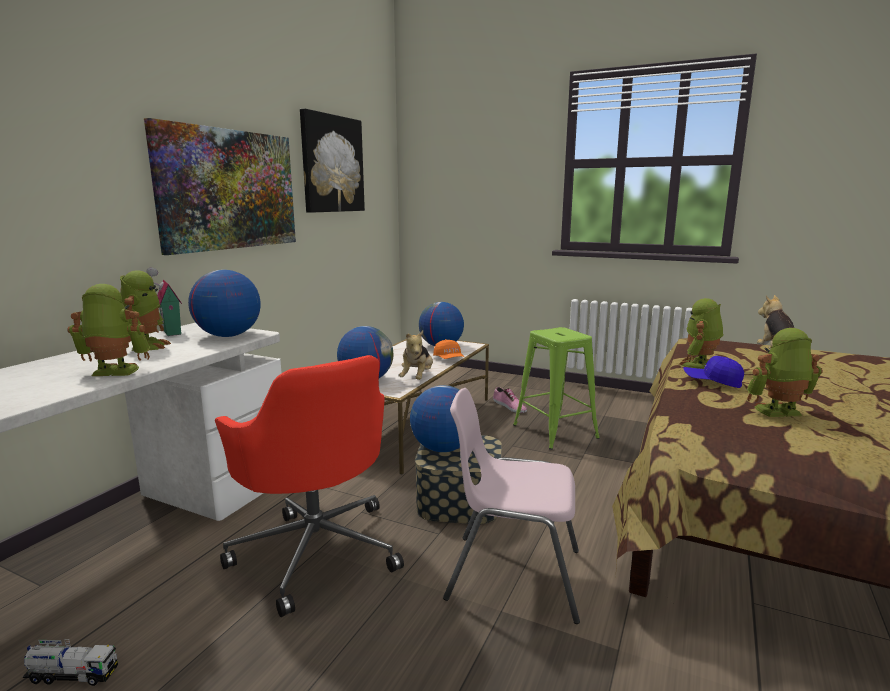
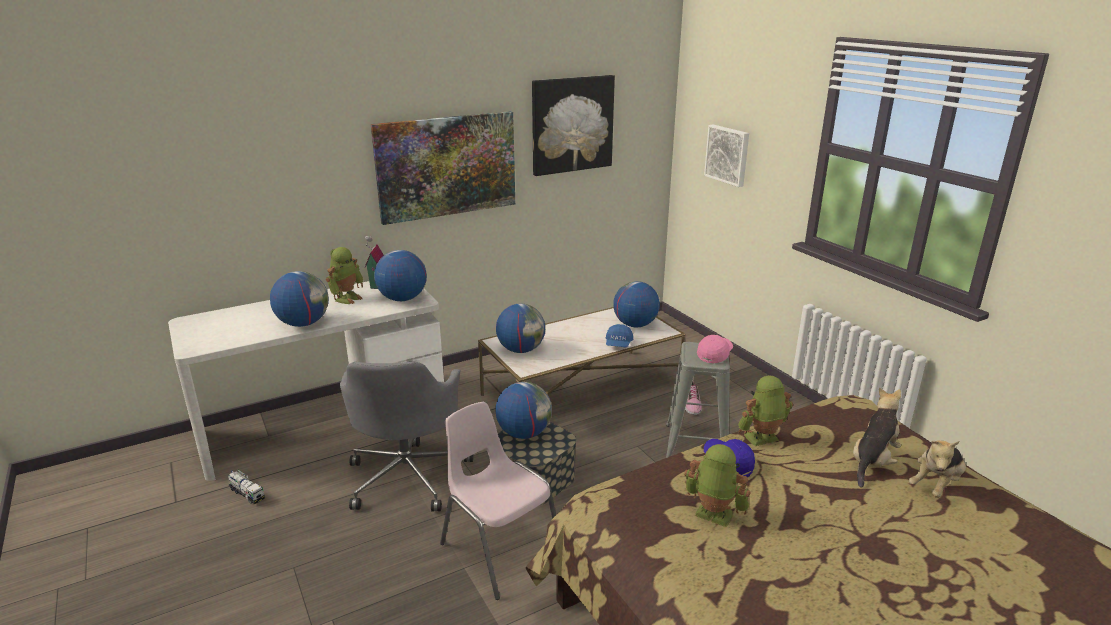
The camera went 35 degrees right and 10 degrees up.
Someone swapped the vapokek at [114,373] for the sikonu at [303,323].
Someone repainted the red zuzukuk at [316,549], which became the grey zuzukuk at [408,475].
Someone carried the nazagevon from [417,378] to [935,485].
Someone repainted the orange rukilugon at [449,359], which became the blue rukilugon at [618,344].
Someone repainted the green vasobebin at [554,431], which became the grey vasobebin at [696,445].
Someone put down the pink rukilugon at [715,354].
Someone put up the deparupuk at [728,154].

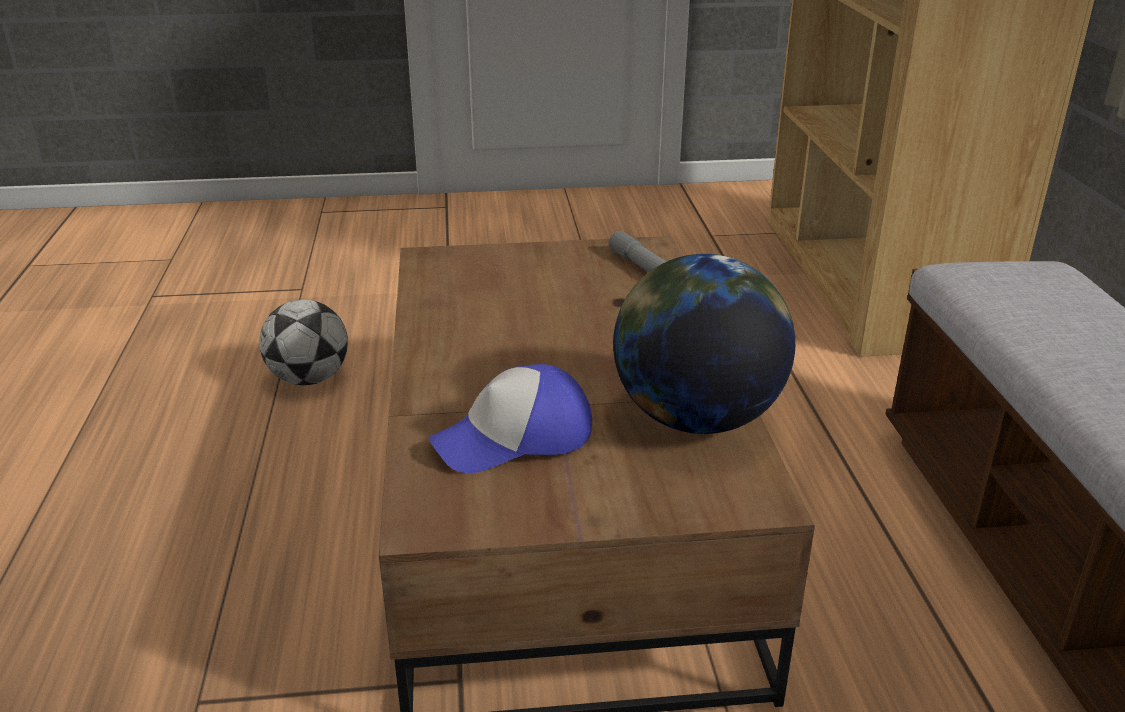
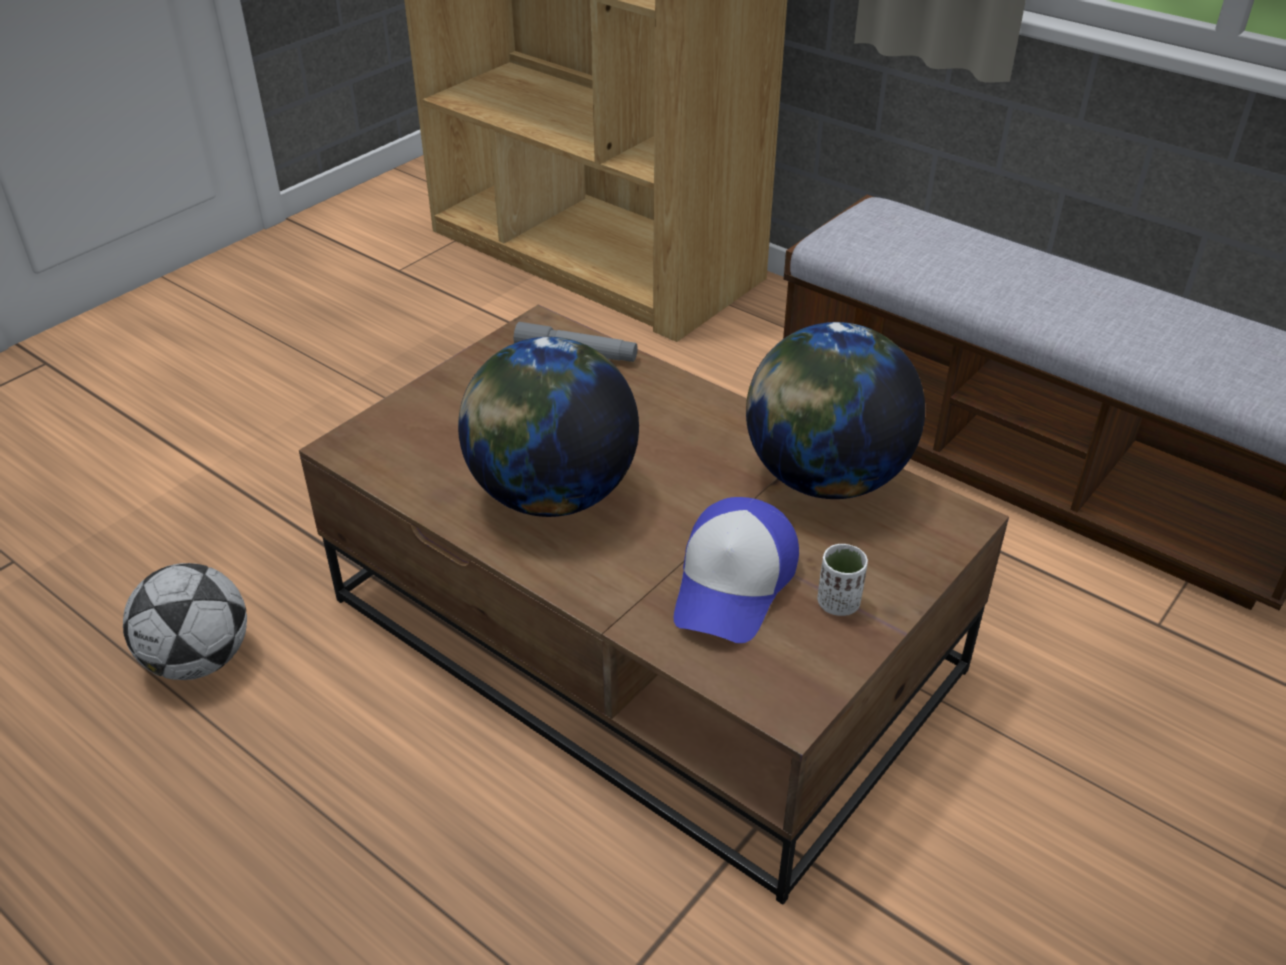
The camera went 45 degrees left and 10 degrees up.
Someone put down the sikonu at [551,495].
Someone put down the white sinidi at [838,603].

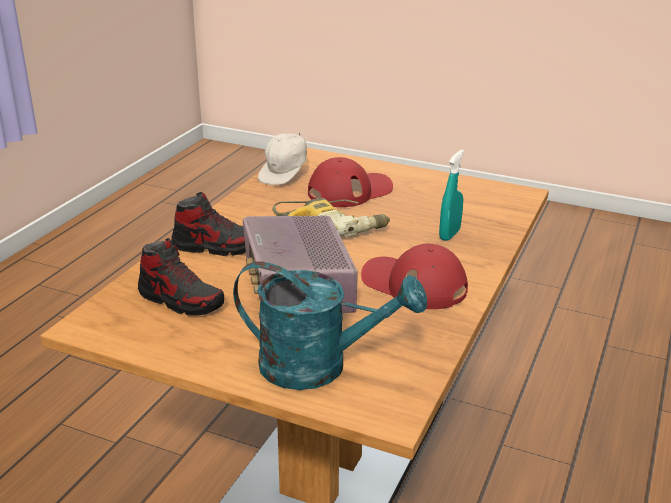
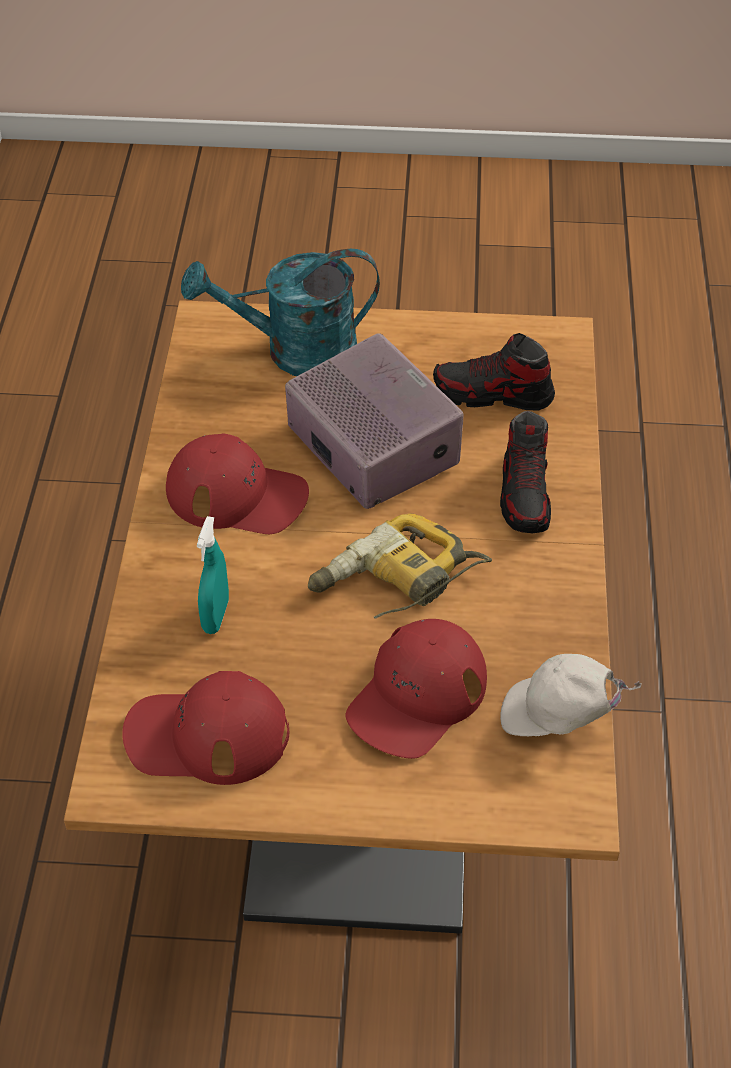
The camera went 160 degrees right and 20 degrees up.
Someone rotated the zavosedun at [217,246] by 75 degrees counterclockwise.
Someone rotated the white rukilugon at [285,174] by 90 degrees counterclockwise.
Someone put down the red rukilugon at [206,735].

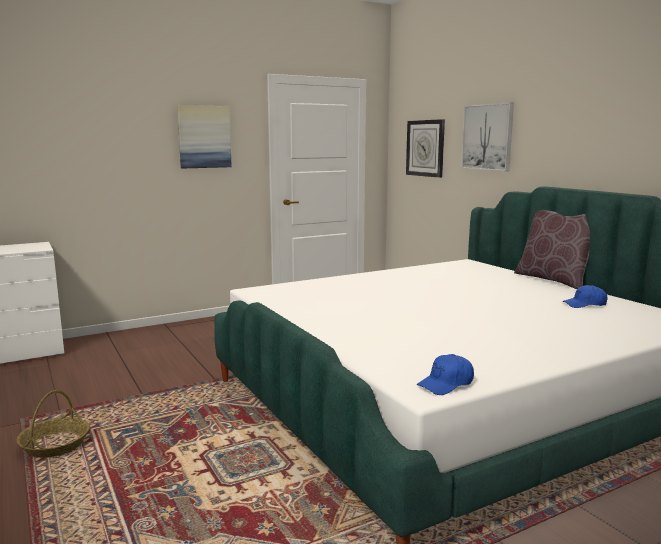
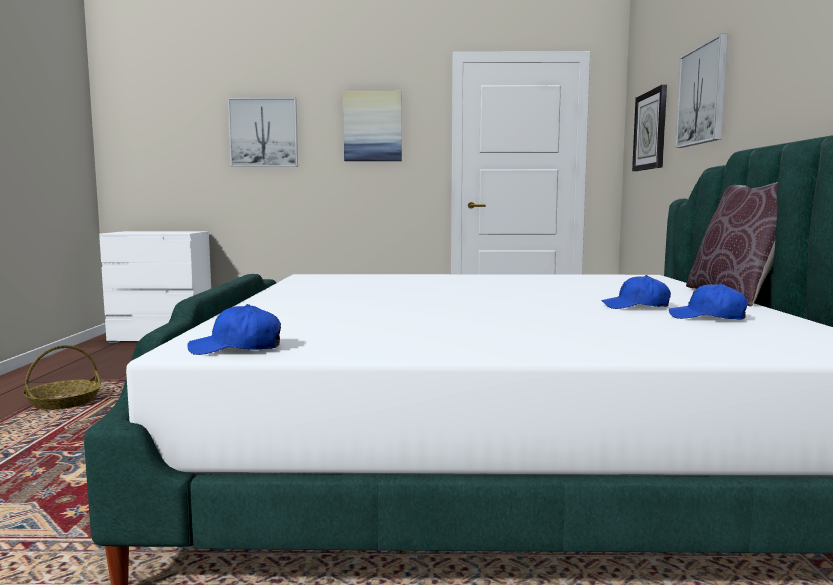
The camera went 30 degrees right and 5 degrees down.
Someone put up the deparupuk at [263,132].
Someone put down the blue rukilugon at [636,306].

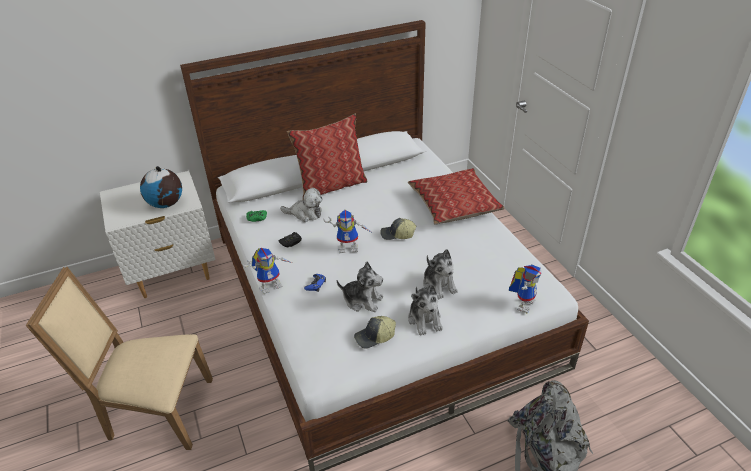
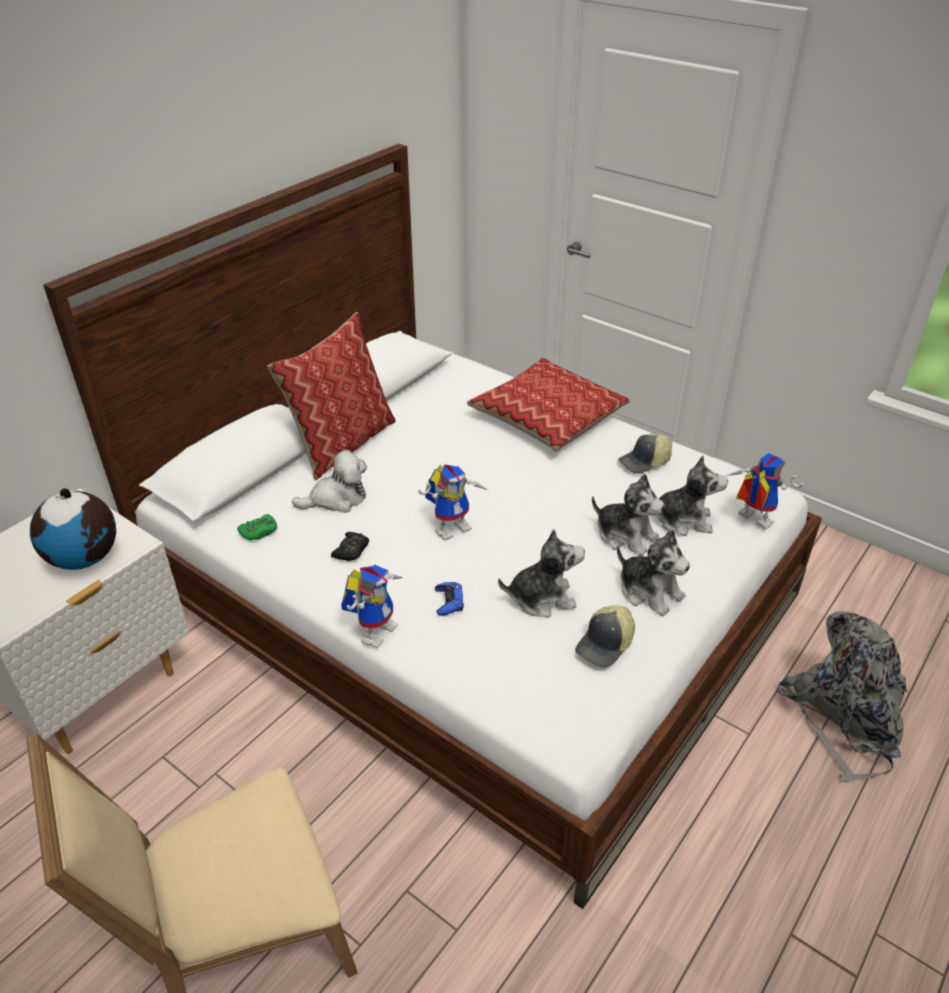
The camera went 30 degrees left and 0 degrees up.
Someone carried the rukilugon from [397,234] to [645,462].
Someone rotated the vapokek at [523,302] by 45 degrees counterclockwise.
Someone put down the nazagevon at [682,520].

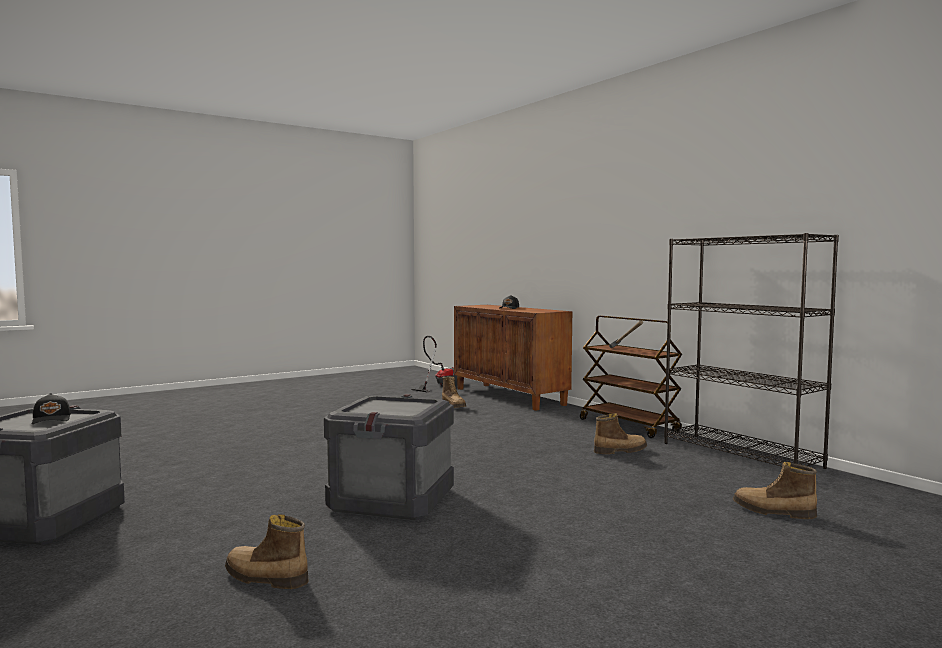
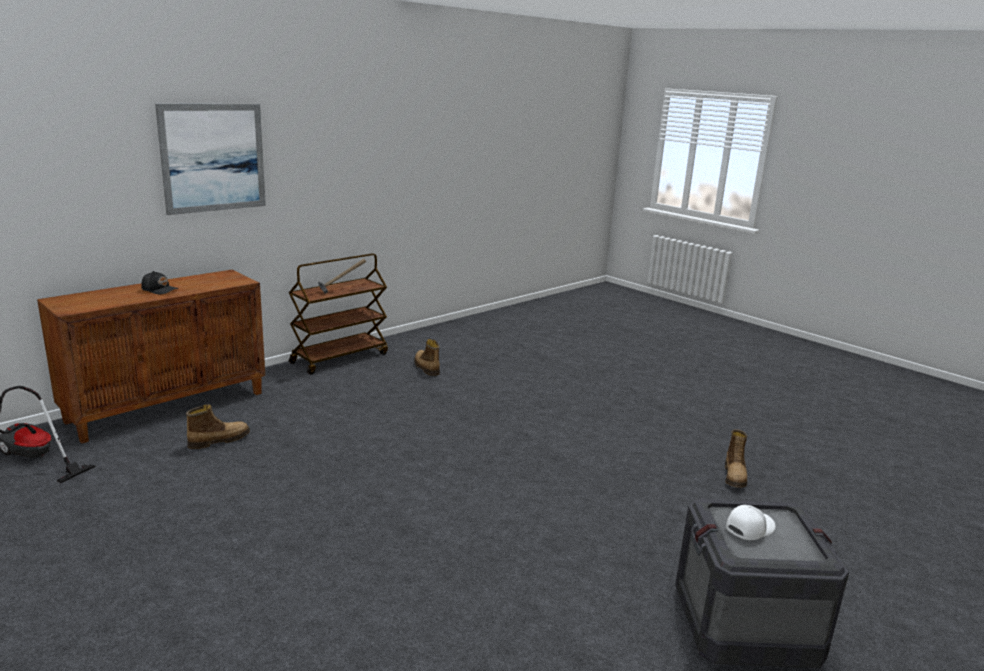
The camera went 100 degrees left and 15 degrees up.
Someone repainted the black rukilugon at [52,419], which became the white rukilugon at [749,528].
Someone took away the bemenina at [393,500].
Someone took away the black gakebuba at [741,455].
Someone took away the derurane at [773,512].
Someone put up the deparupuk at [213,158].

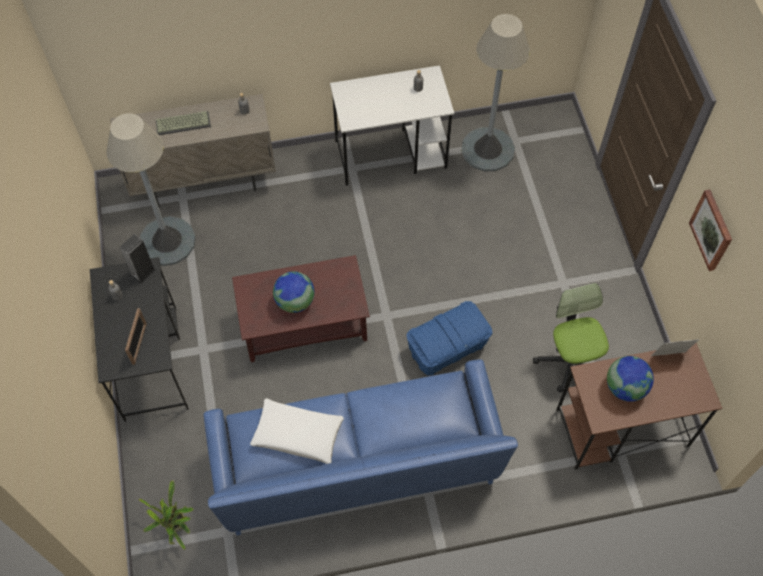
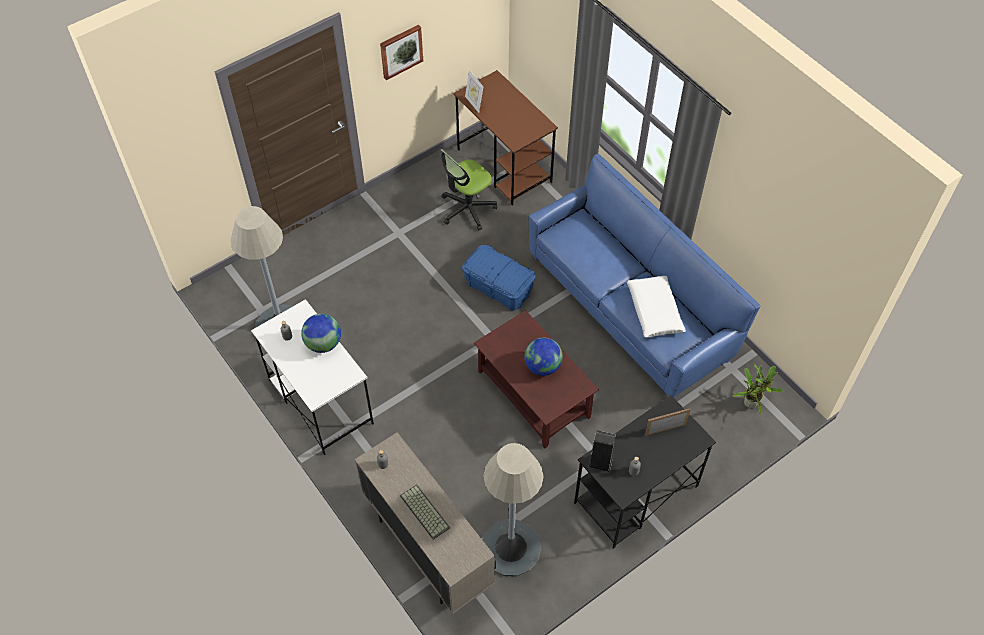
The camera went 115 degrees left and 5 degrees down.
Someone carried the sikonu from [625,387] to [323,343].

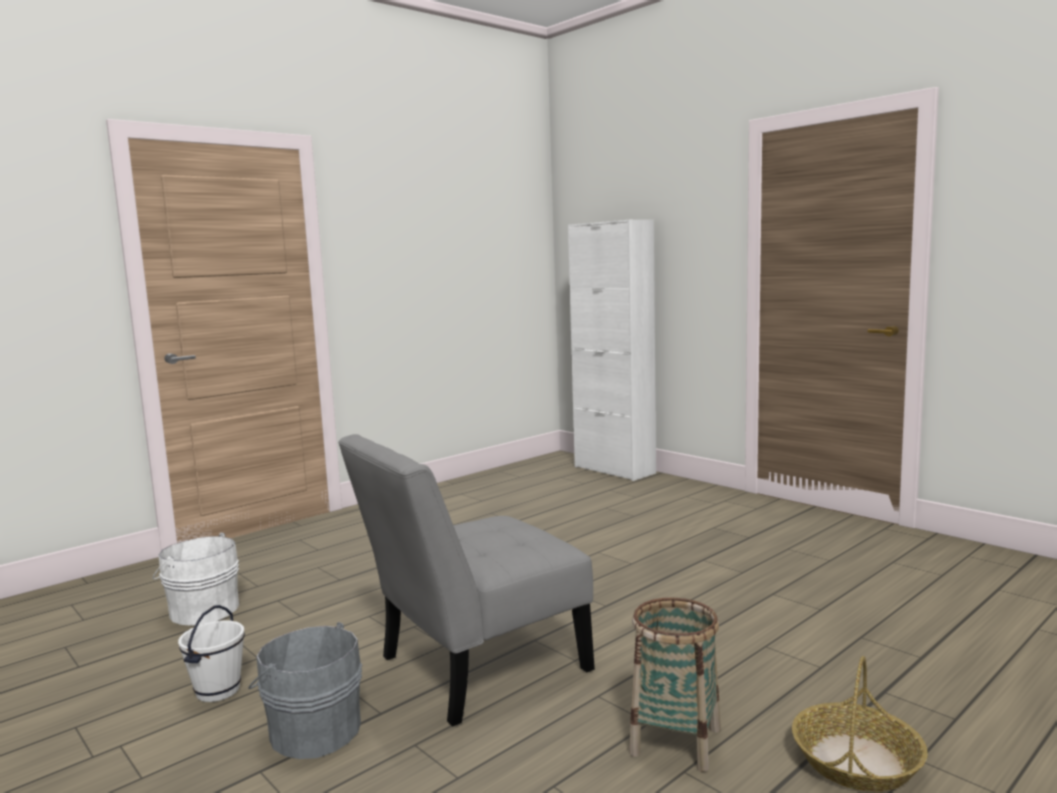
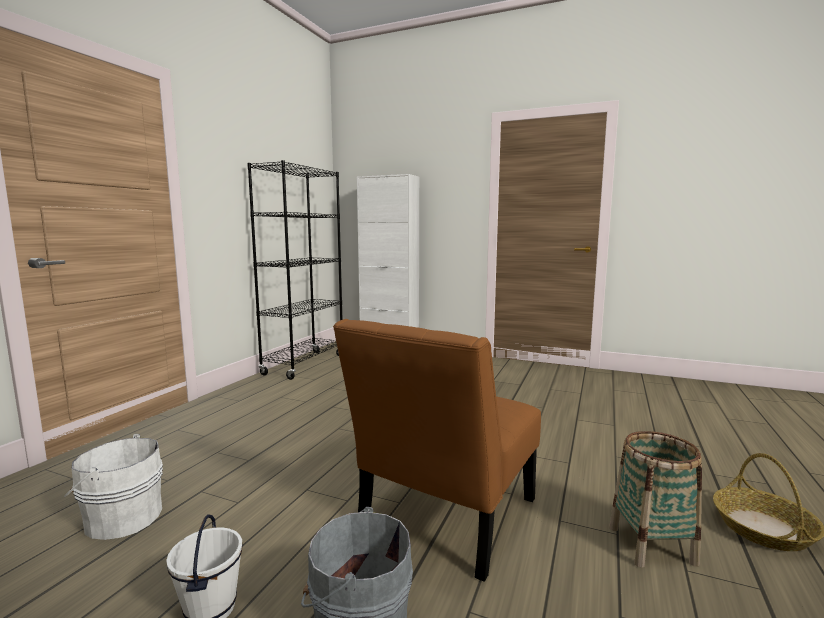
The camera went 25 degrees left and 0 degrees up.
Someone repainted the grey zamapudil at [473,668], which became the brown zamapudil at [444,519].
Someone put down the black gakebuba at [304,365].

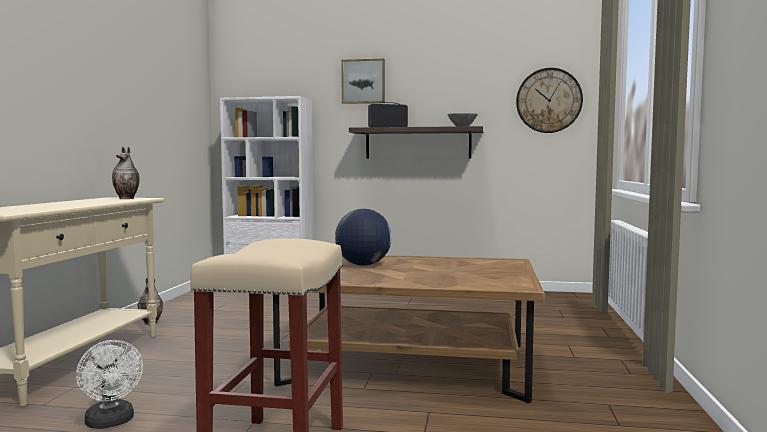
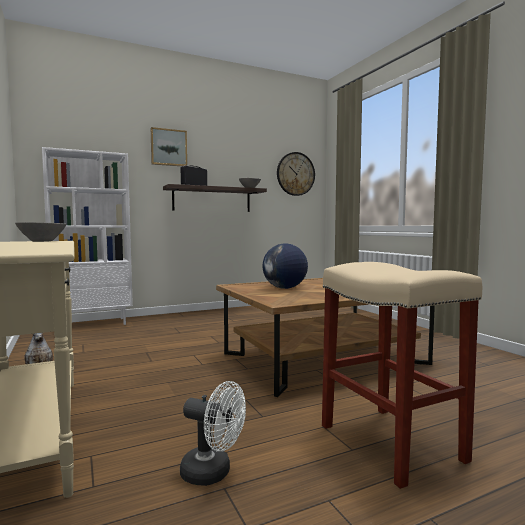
The camera went 35 degrees left and 0 degrees up.
Someone swapped the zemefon at [127,198] for the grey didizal at [43,241].

